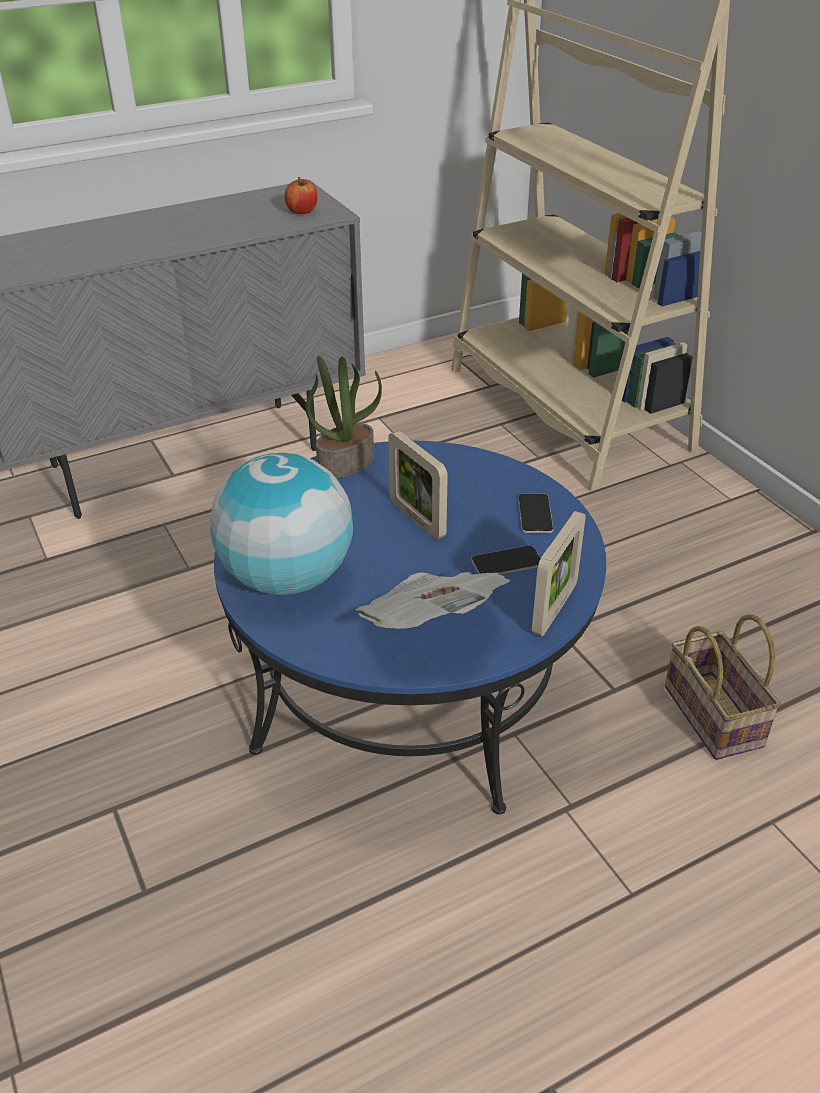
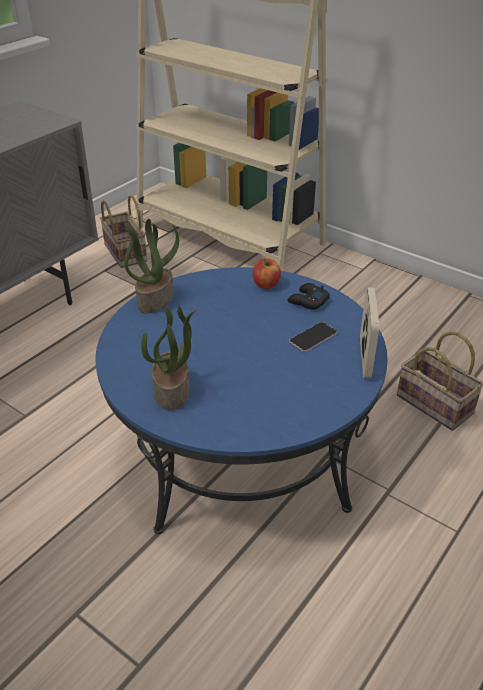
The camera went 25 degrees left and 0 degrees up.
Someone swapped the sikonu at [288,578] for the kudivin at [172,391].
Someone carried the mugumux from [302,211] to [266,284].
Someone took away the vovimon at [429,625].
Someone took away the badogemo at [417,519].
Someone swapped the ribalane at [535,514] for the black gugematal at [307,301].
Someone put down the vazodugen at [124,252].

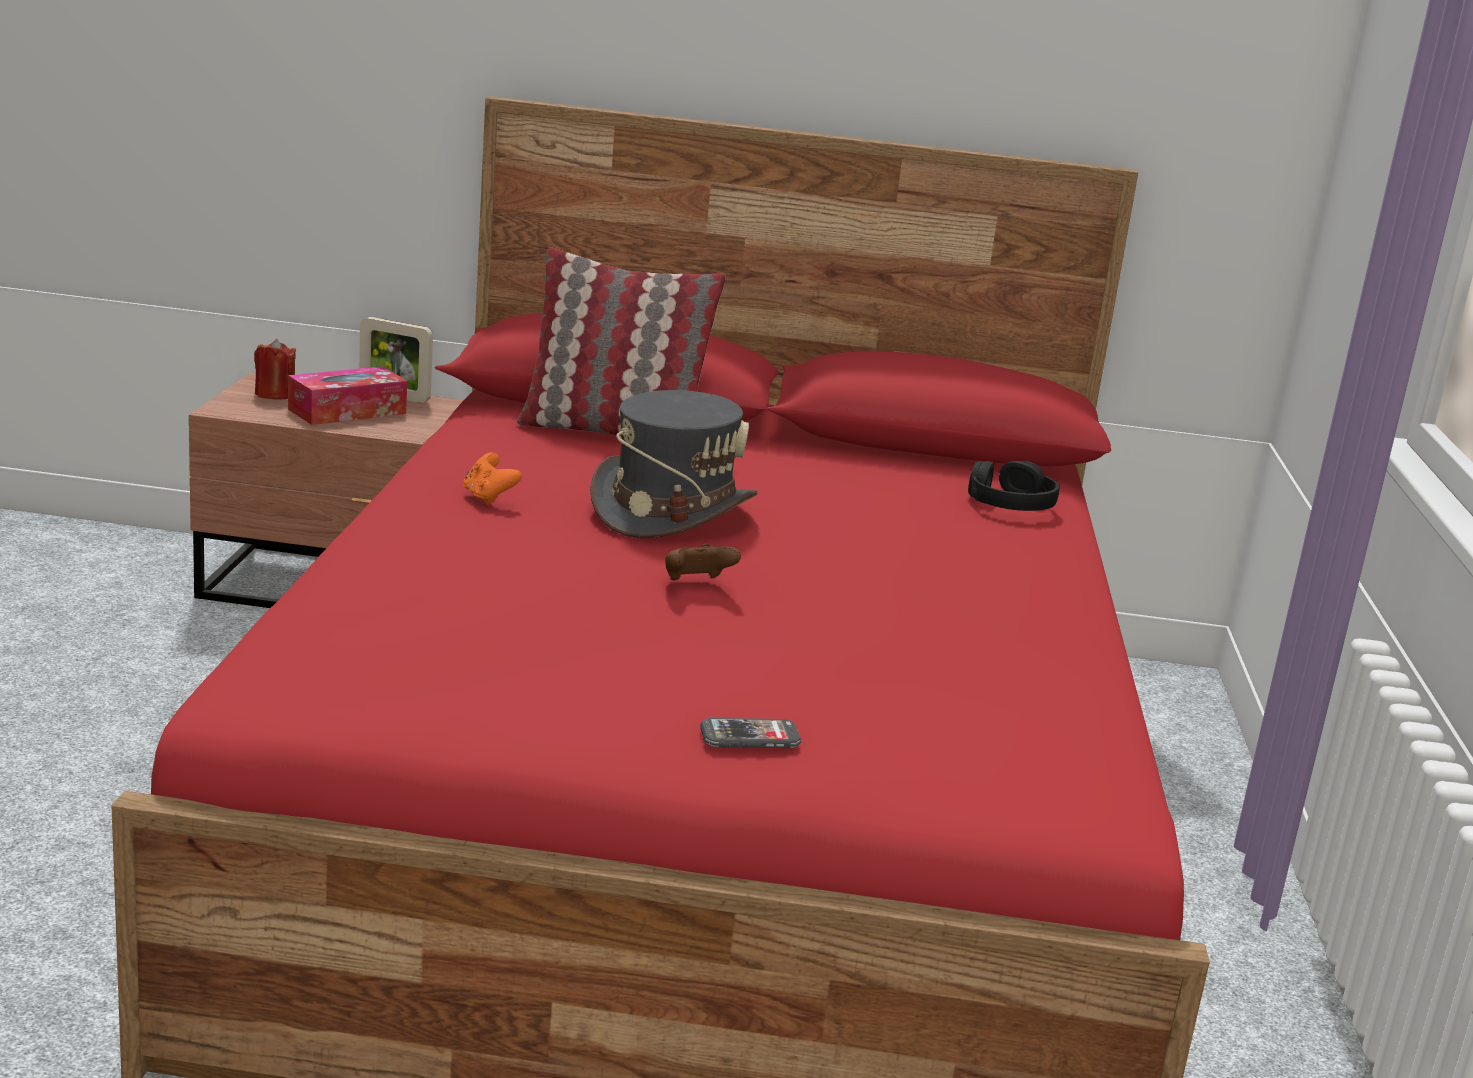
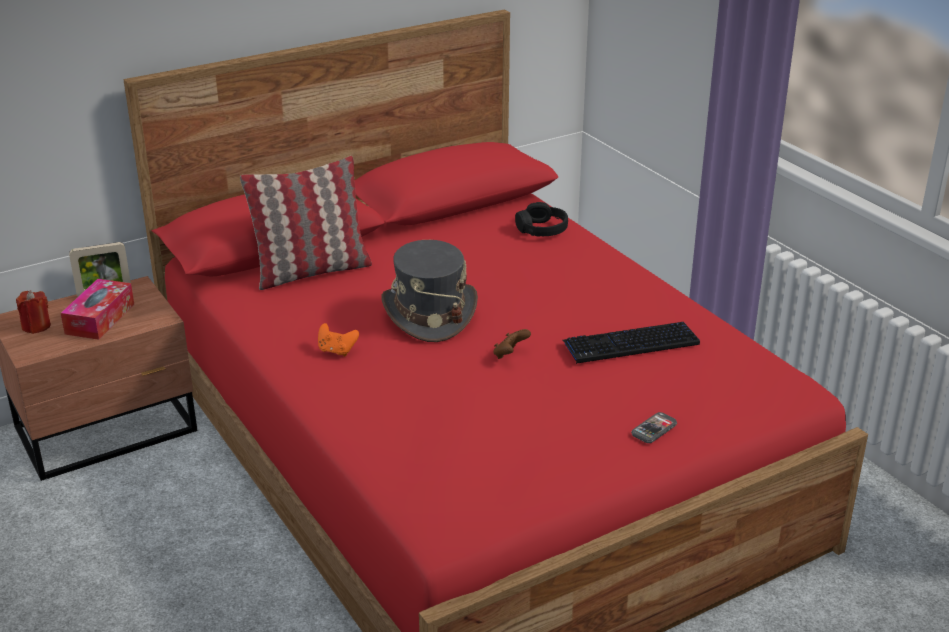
The camera went 35 degrees left and 10 degrees up.
Someone put down the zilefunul at [630,344].

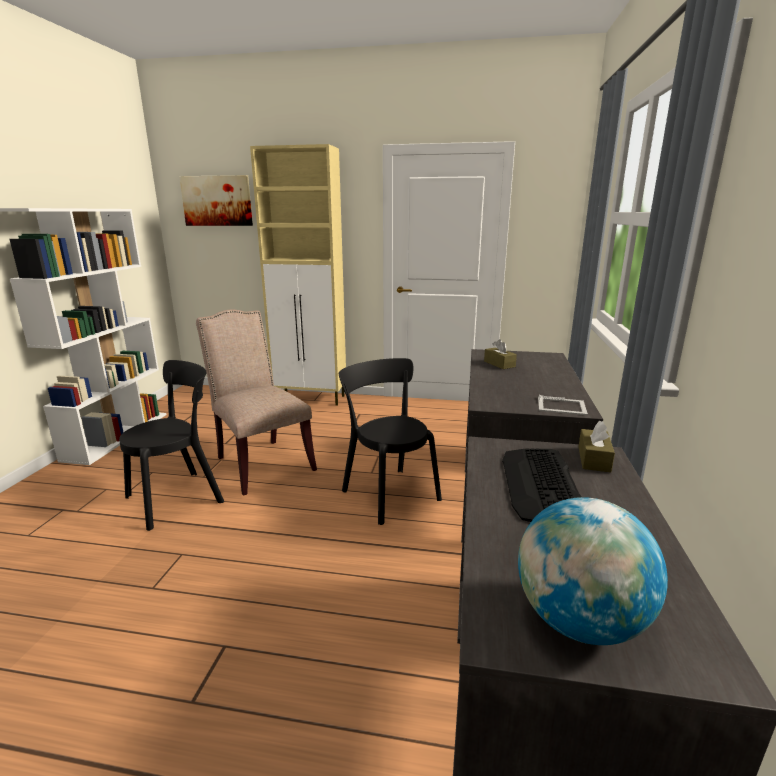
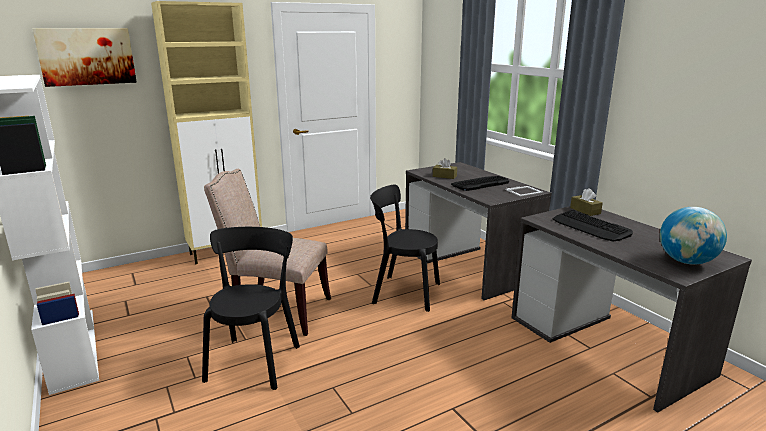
The camera went 40 degrees left and 0 degrees up.
Someone put down the zilefunul at [479,183].

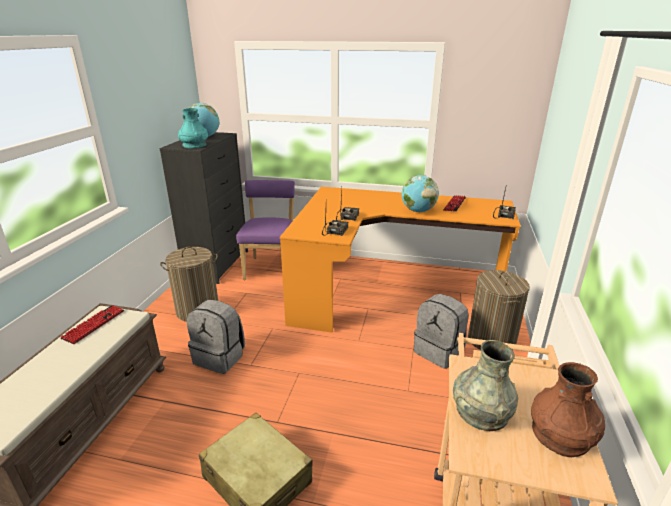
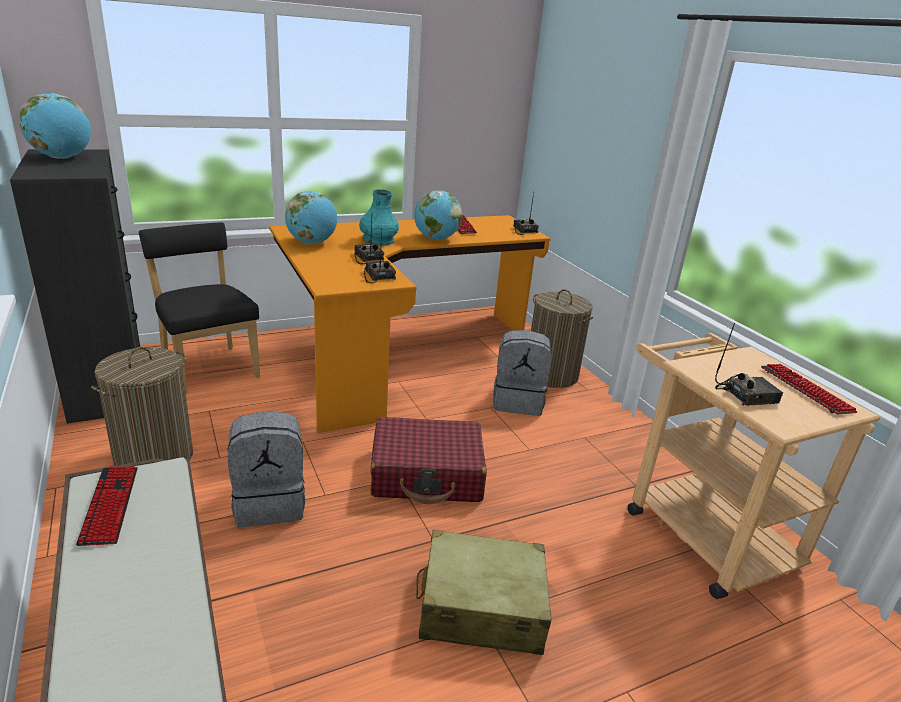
The camera went 40 degrees left and 0 degrees up.
Someone carried the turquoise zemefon from [194,145] to [378,240].
Someone repainted the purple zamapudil at [271,267], which became the black zamapudil at [208,367].
Someone swapped the grey zemefon at [481,412] for the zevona at [746,395].
Someone swapped the brown zemefon at [561,434] for the zilefunul at [805,390].
Someone put down the sikonu at [312,243].
Someone put down the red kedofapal at [427,474].

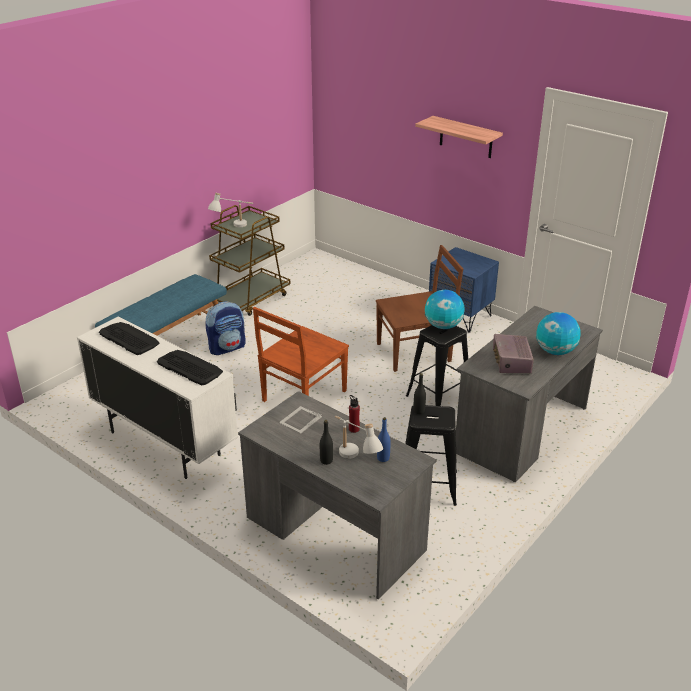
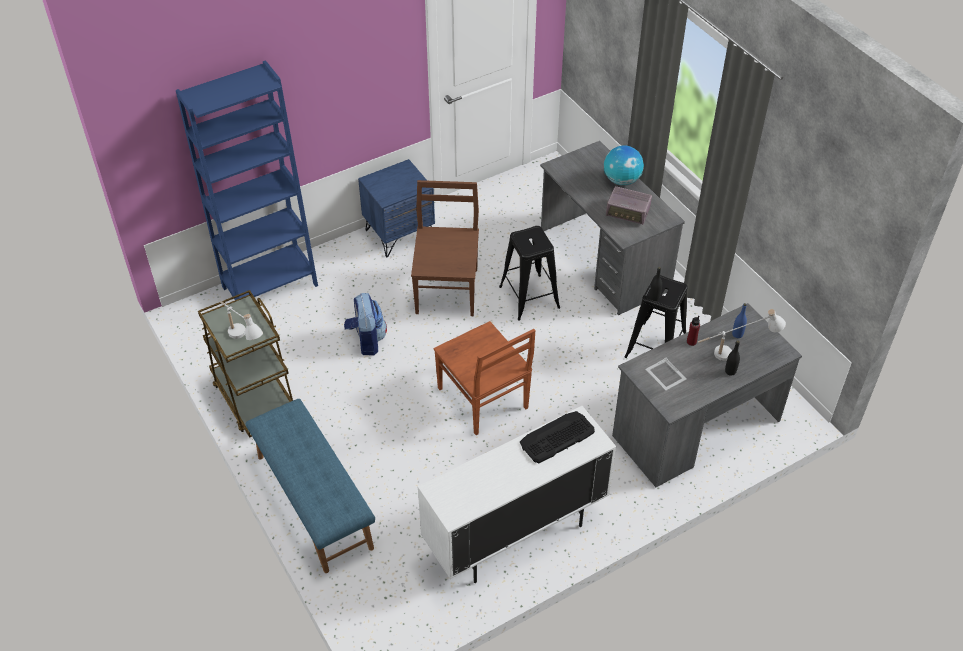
The camera went 70 degrees left and 15 degrees up.
Someone took away the zilefunul at [129,338].
Someone carried the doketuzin from [227,347] to [367,340].
Someone took away the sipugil at [466,137].
Someone took away the sikonu at [443,326].
Someone put down the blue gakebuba at [270,286].

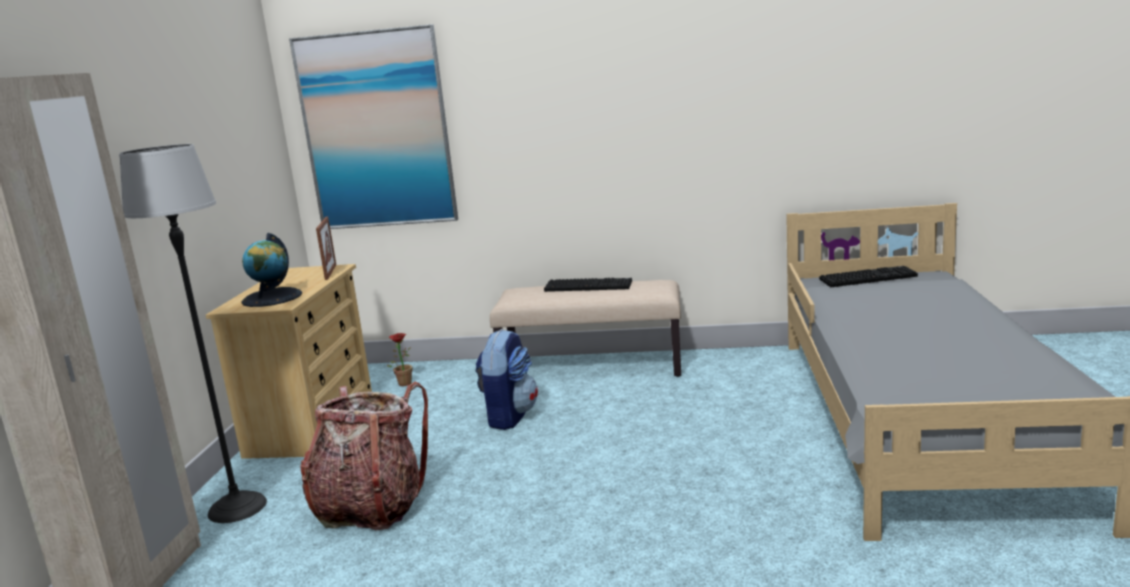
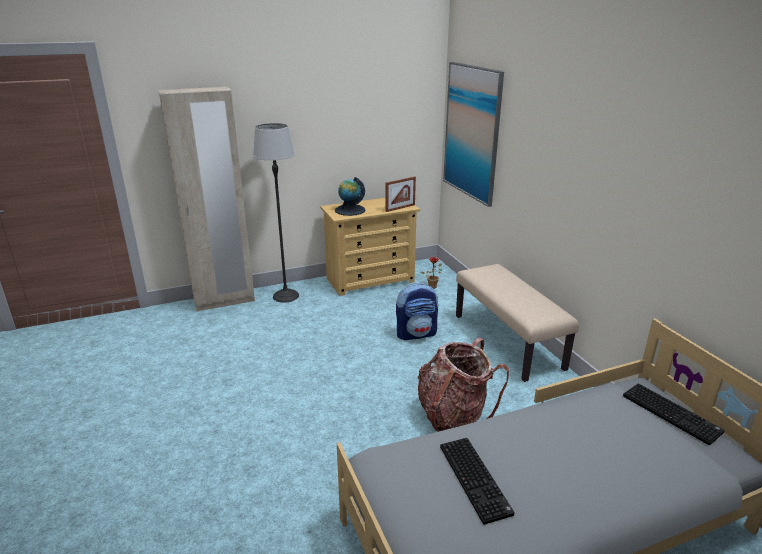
The camera went 60 degrees right and 10 degrees up.
Someone carried the doketuzin from [371,508] to [453,415].
Someone carried the zilefunul from [589,286] to [476,479].

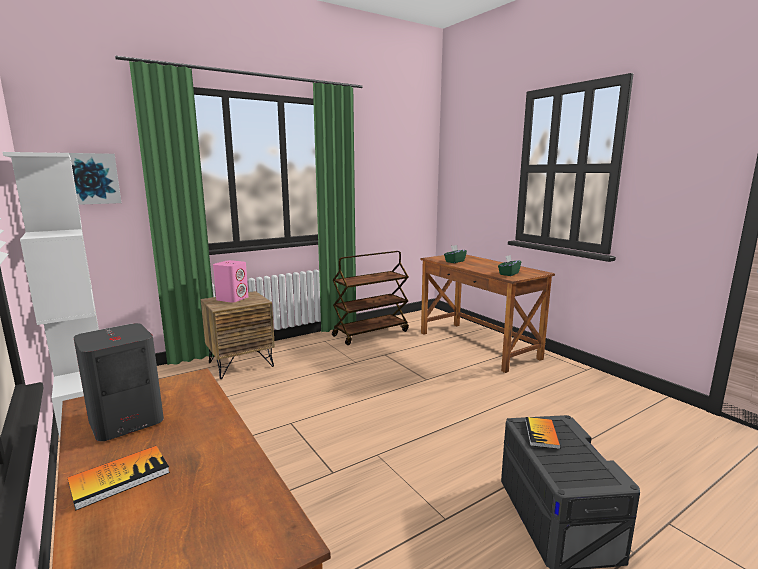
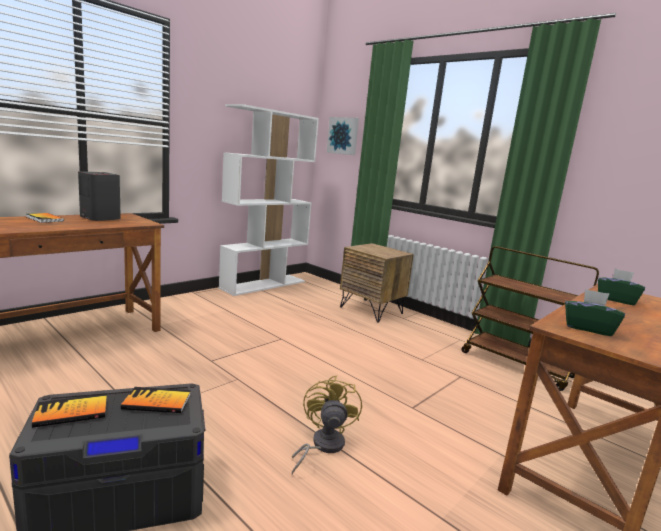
The camera went 75 degrees right and 0 degrees up.
Someone took away the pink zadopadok at [232,299].
Someone put down the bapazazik at [71,412].
Someone put down the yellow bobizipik at [322,446].

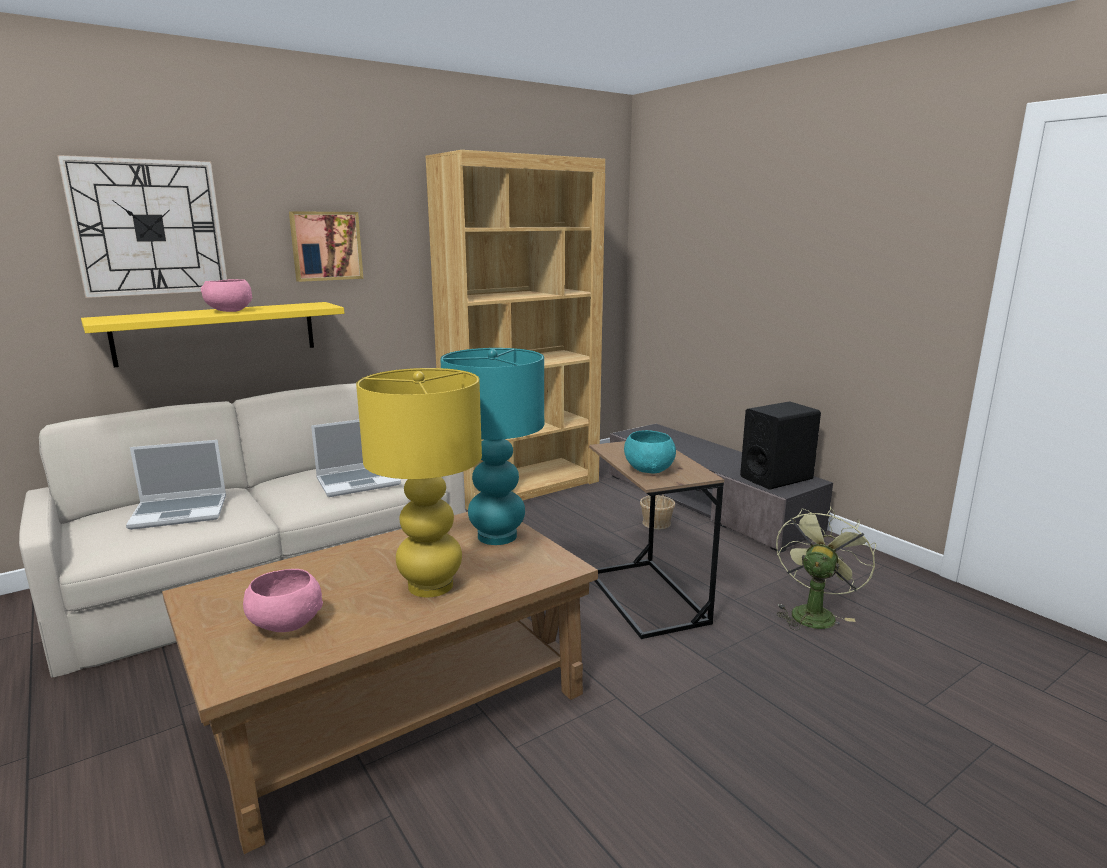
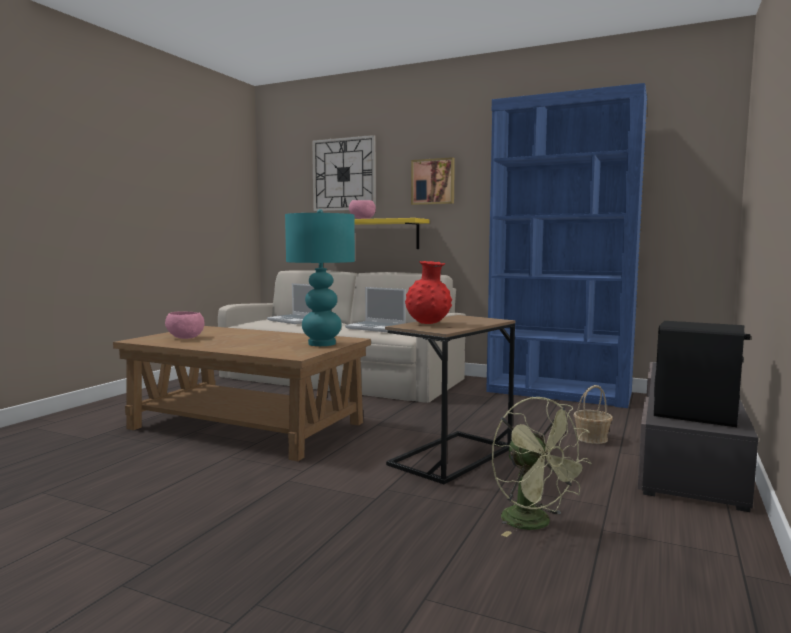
The camera went 60 degrees right and 10 degrees down.
Someone took away the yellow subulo at [431,585].
Someone repainted the brown gakebuba at [523,487], which became the blue gakebuba at [559,392].
Someone swapped the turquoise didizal at [648,470] for the red zemefon at [428,323].
Someone rotated the green bobizipik at [813,612] by 60 degrees clockwise.

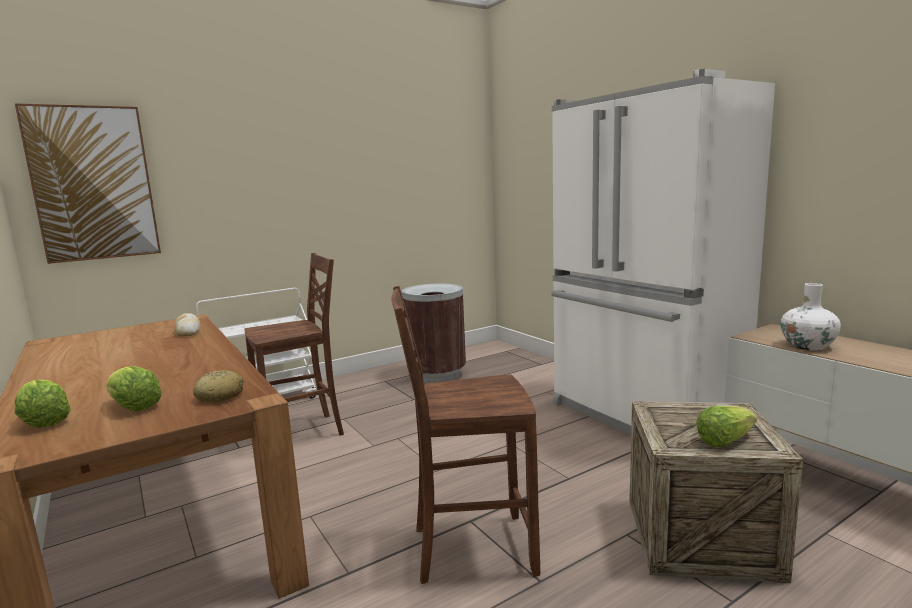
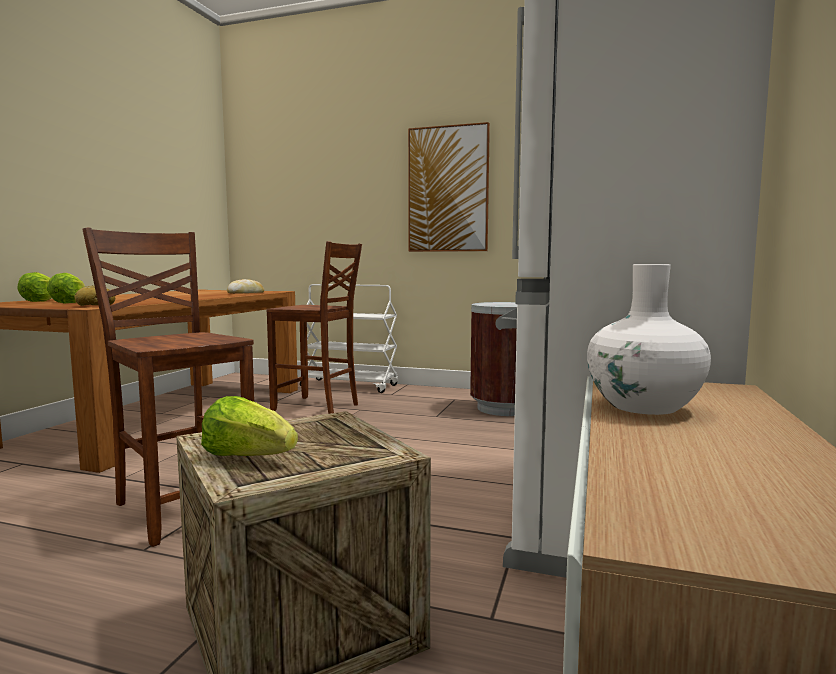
The camera went 50 degrees right and 5 degrees down.
Someone carried the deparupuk from [93,184] to [448,189].

